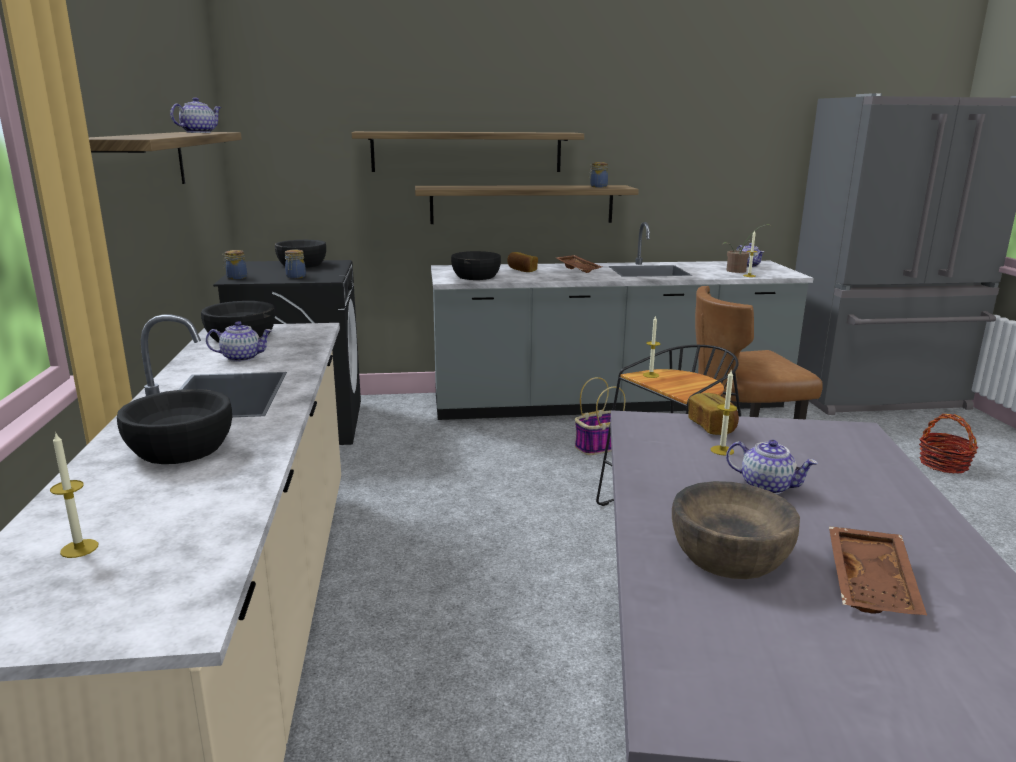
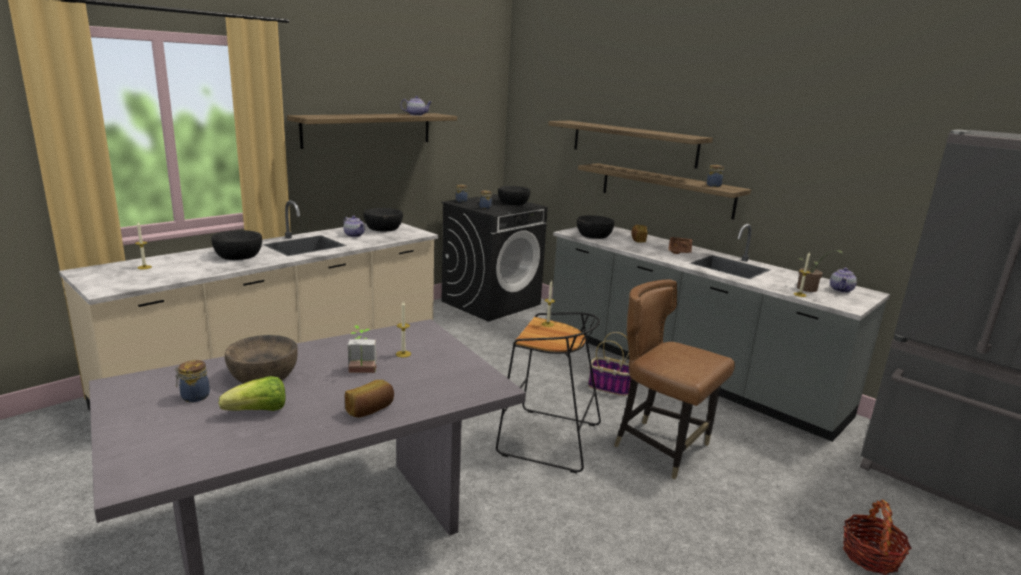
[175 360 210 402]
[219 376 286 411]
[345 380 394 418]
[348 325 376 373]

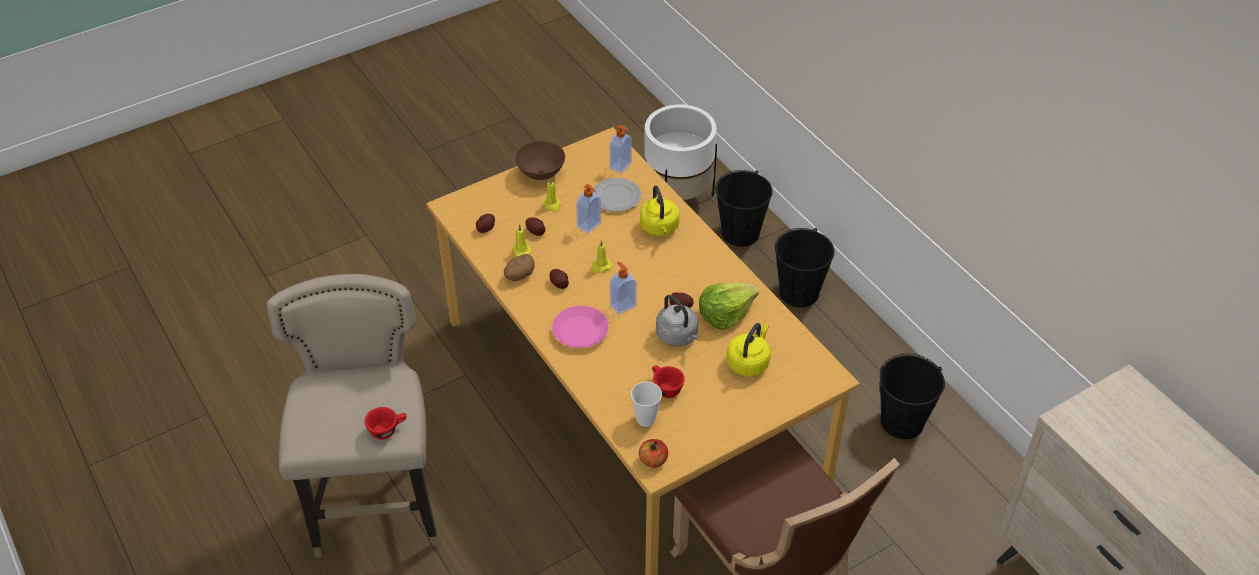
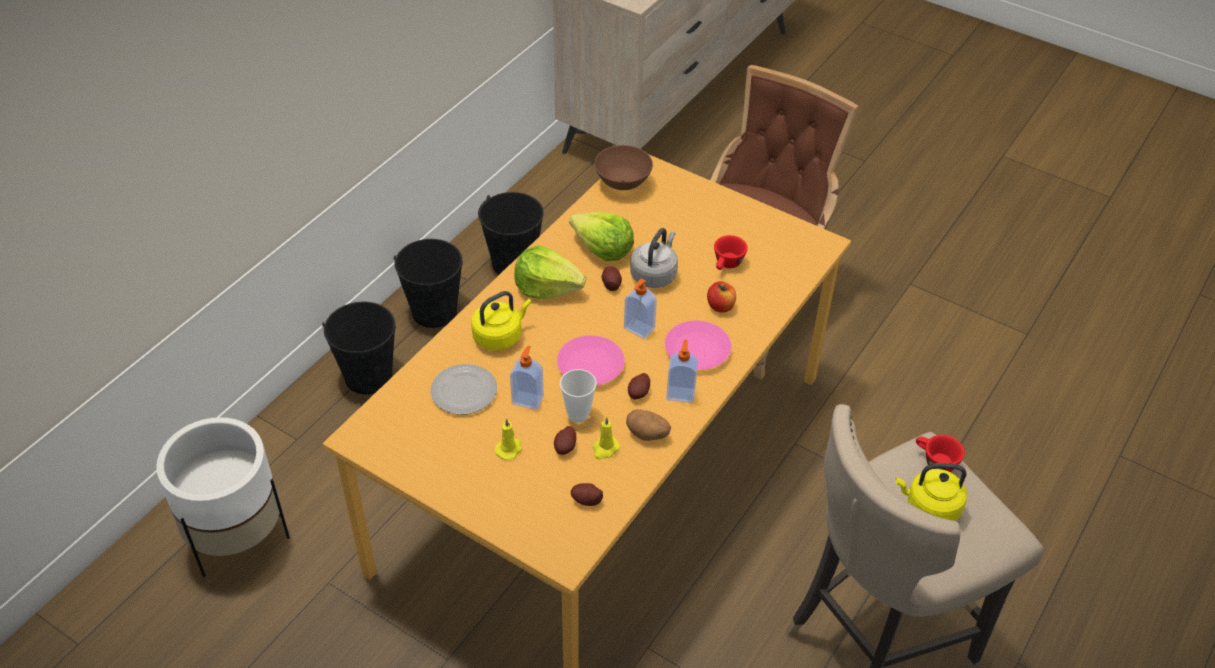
[394 239 463 328]
[514 245 586 299]
[557 335 625 385]
[560 369 597 423]
[594 145 653 190]
[666 340 698 403]
[707 281 736 313]
[896 463 967 521]

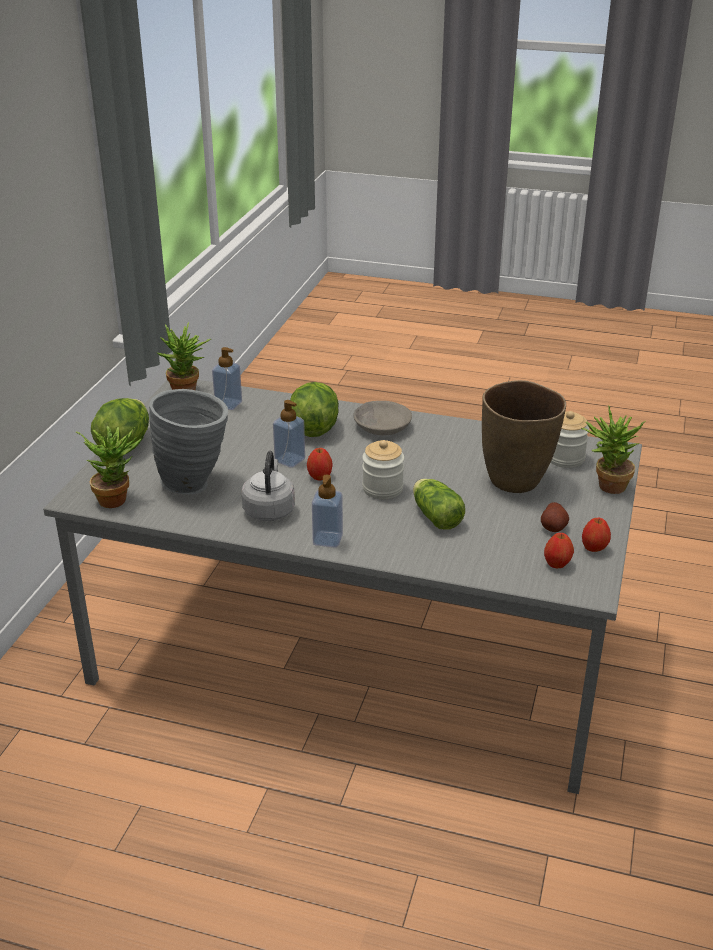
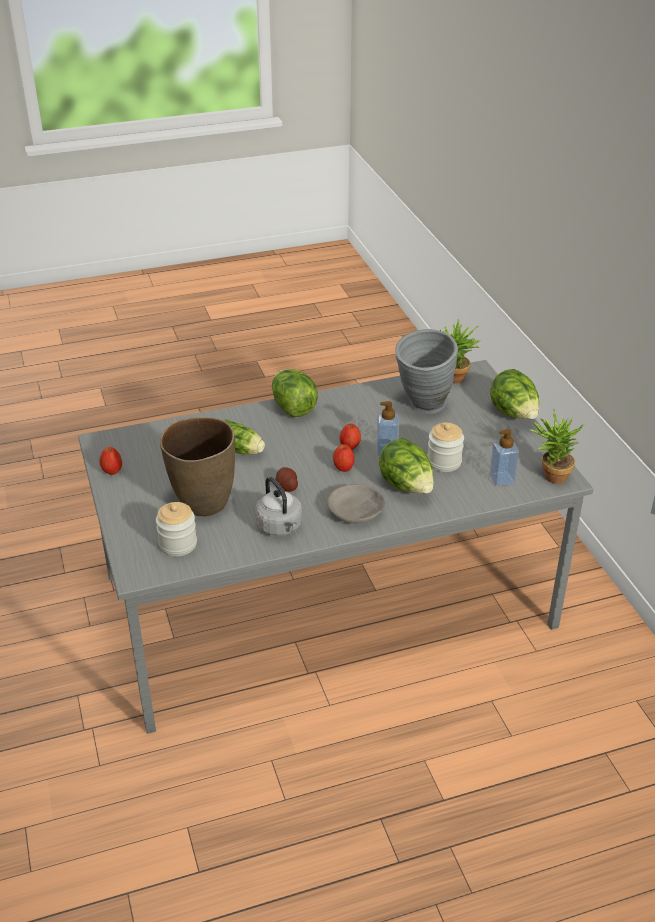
[255 477 302 536]
[272 369 318 417]
[276 467 298 492]
[333 444 355 472]
[427 422 464 472]
[582 406 645 494] (first image)

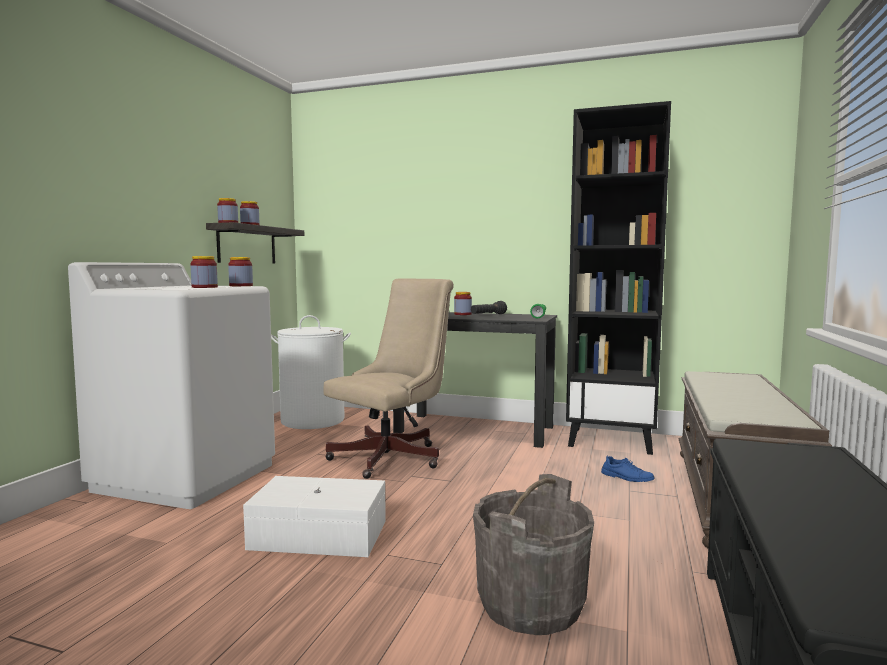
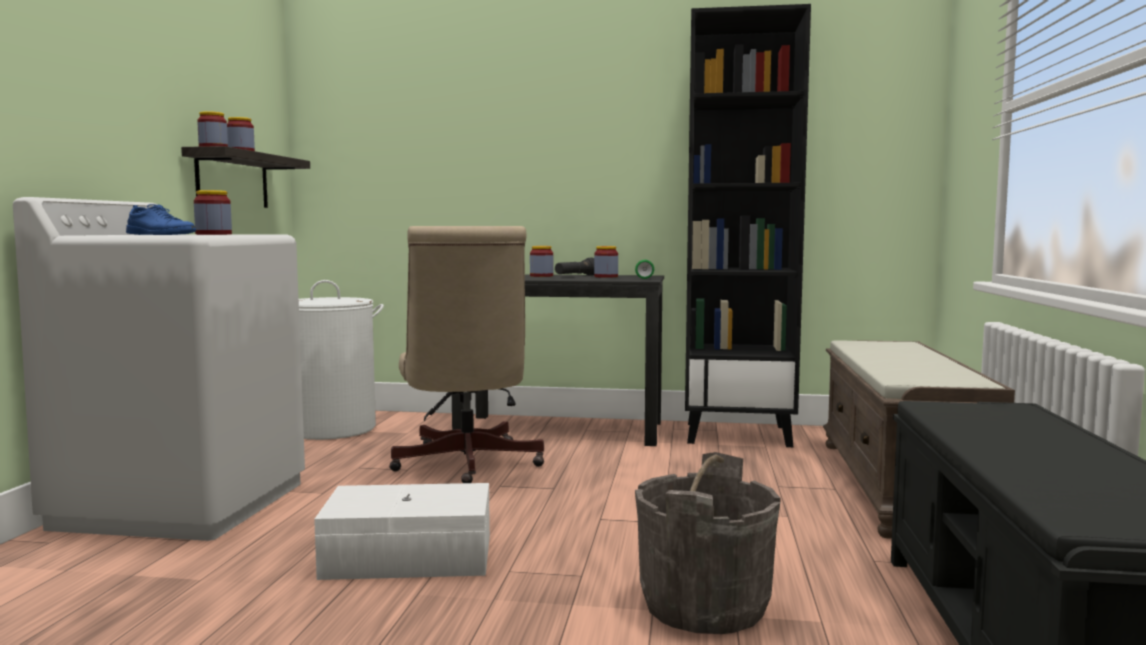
[126 204 196 235]
[389 226 544 483]
[594 246 618 278]

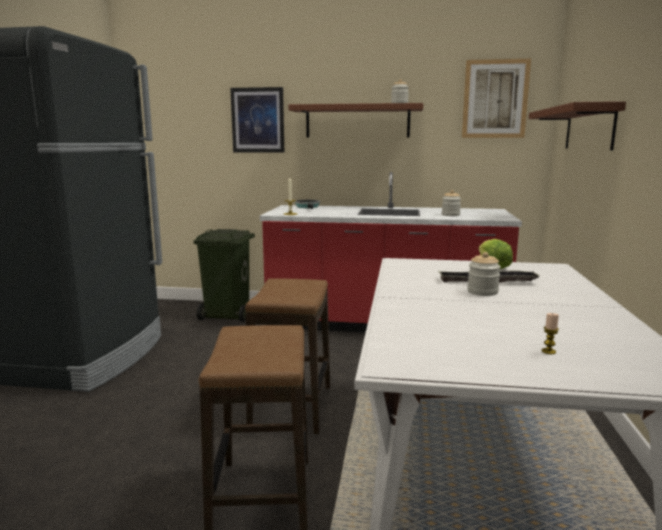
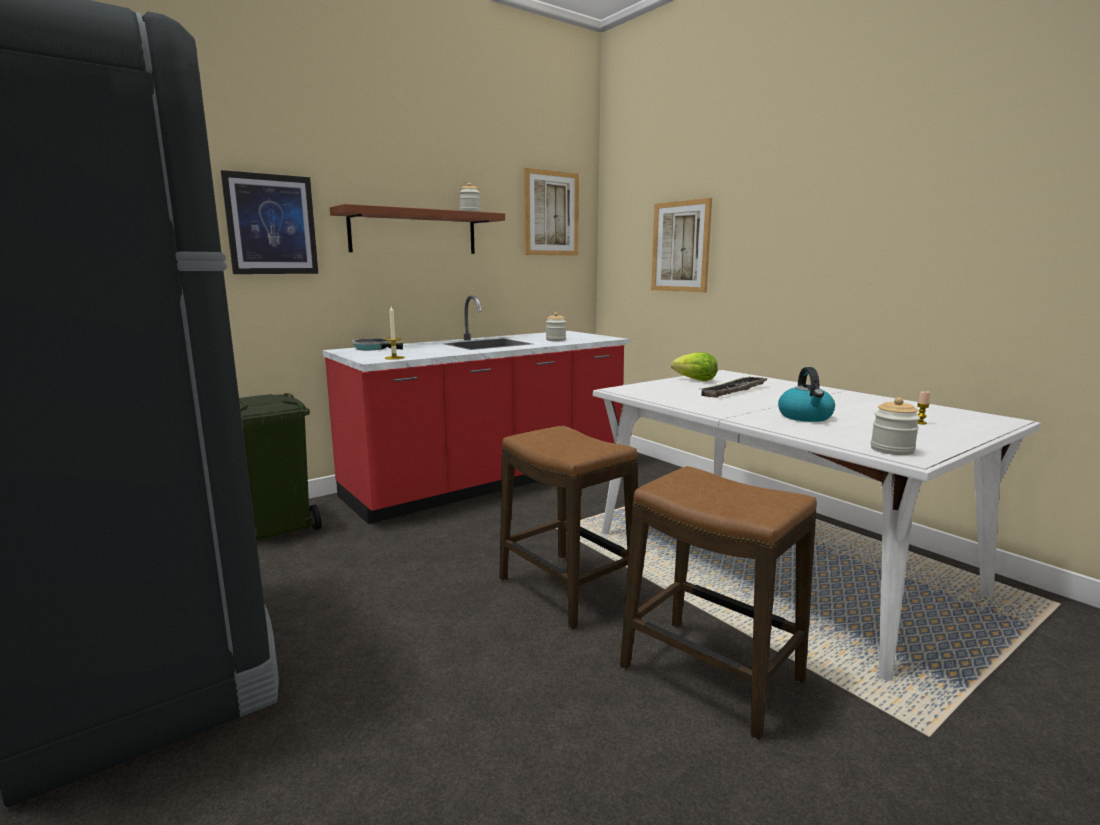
[651 198 712 293]
[778 367 835 422]
[870 397 920 455]

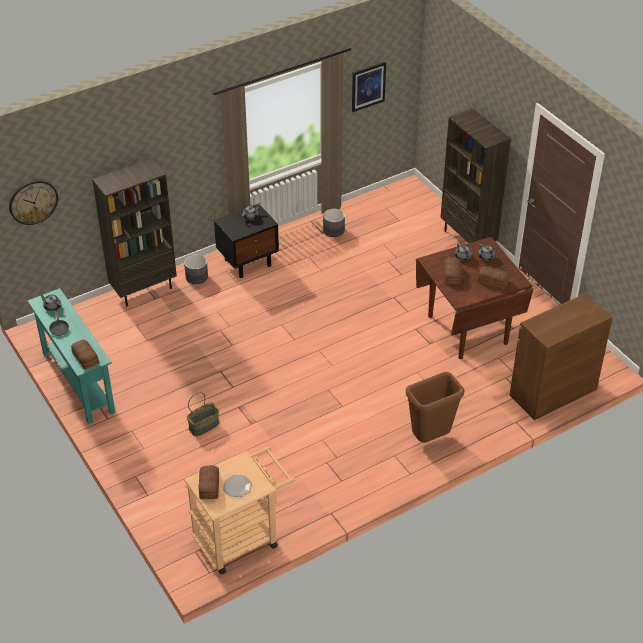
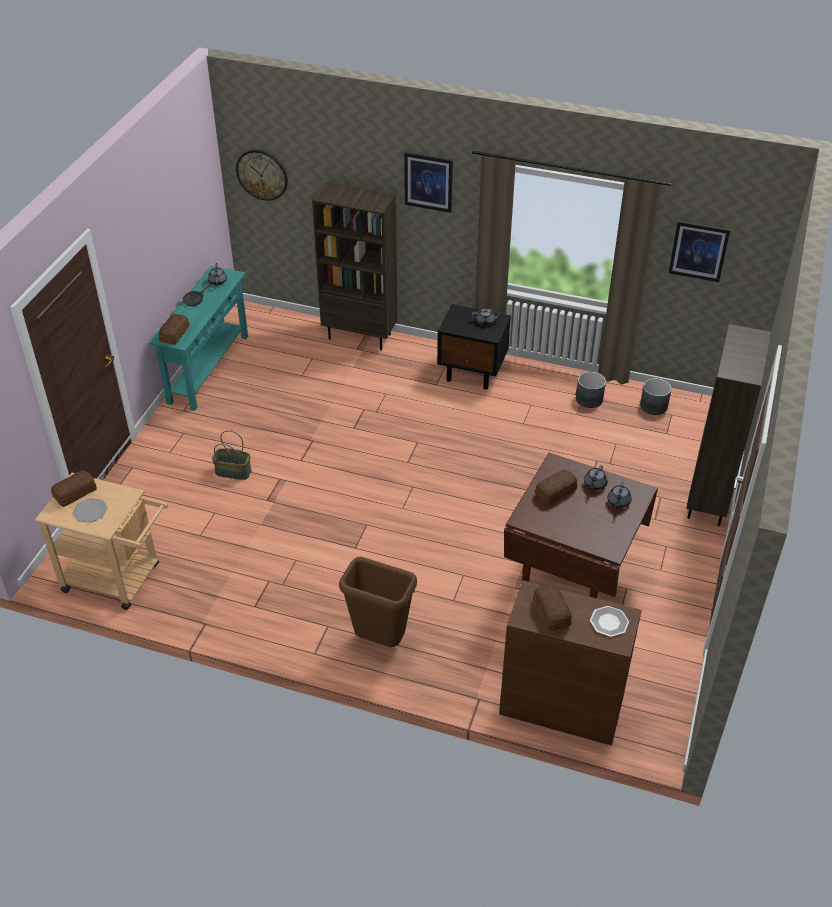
[404 152 453 213]
[533 584 572 631]
[590 606 629 637]
[640 378 672 415]

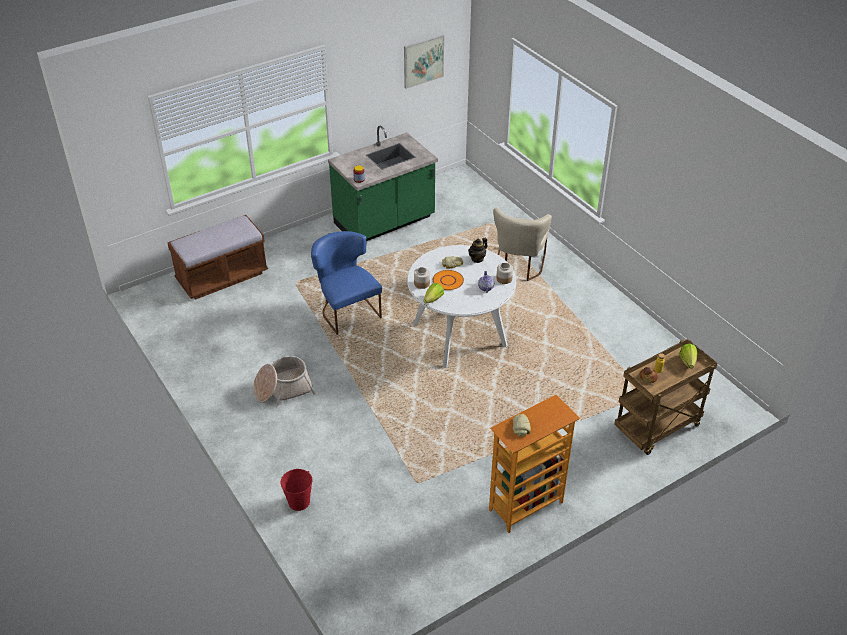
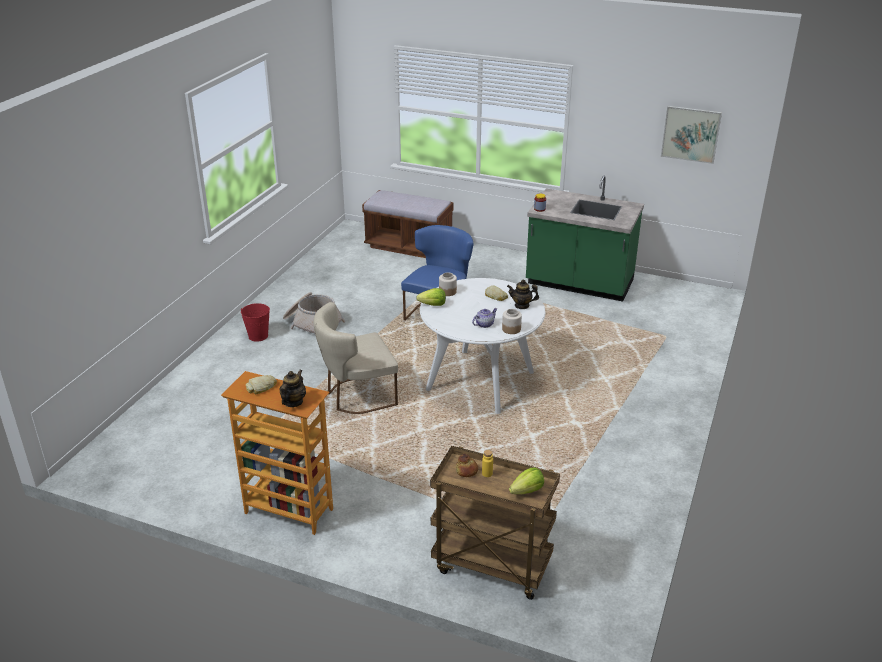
[241 303 270 342]
[280 370 306 407]
[314 302 398 414]
[433 270 464 290] (first image)

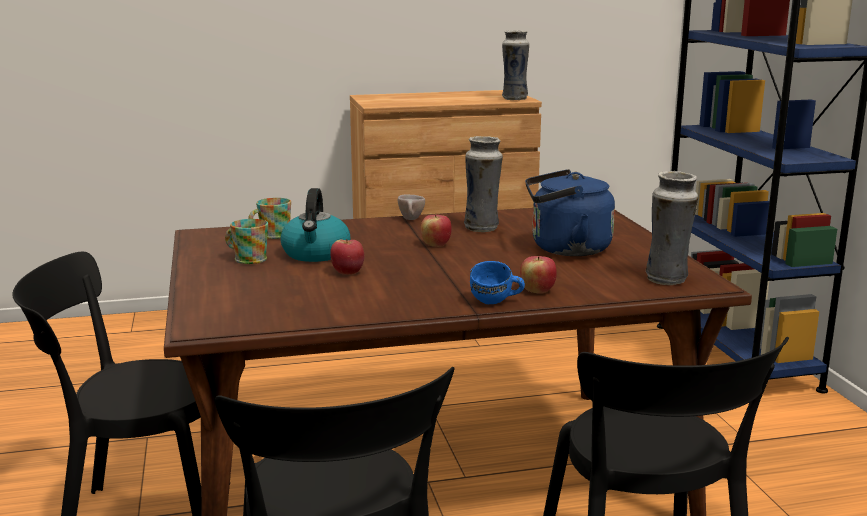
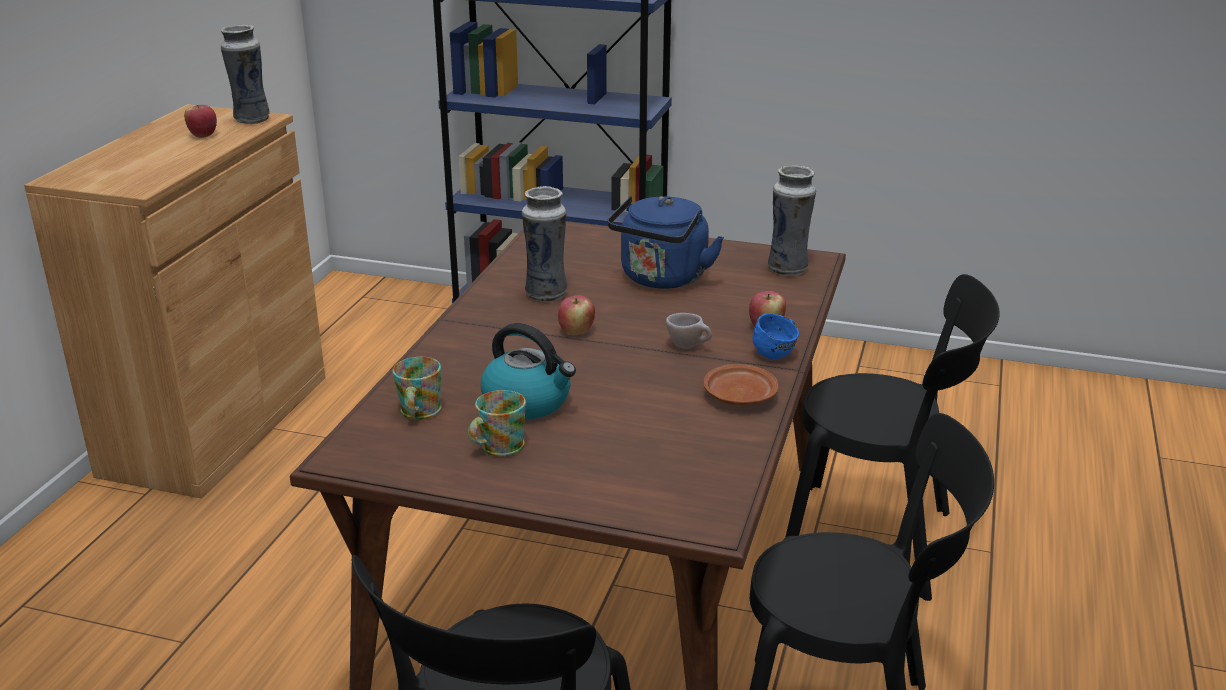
[184 105 217 138]
[666 313 712 349]
[703 364 779 405]

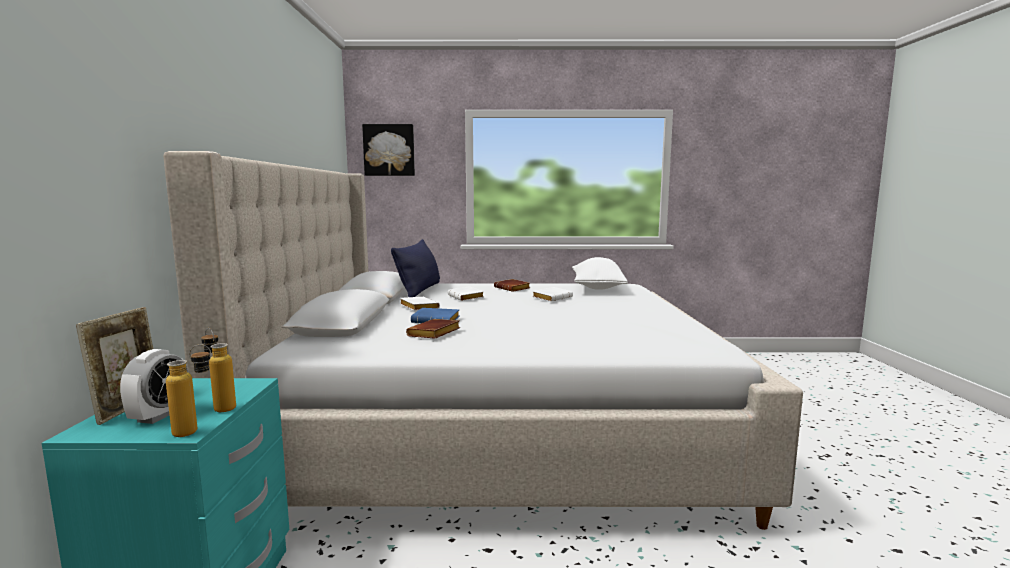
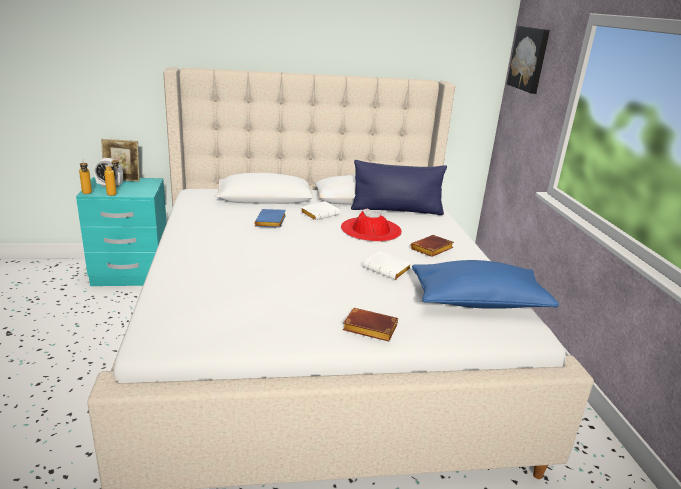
[341 209 402 242]
[343 308 398 342]
[412 260 559 308]

